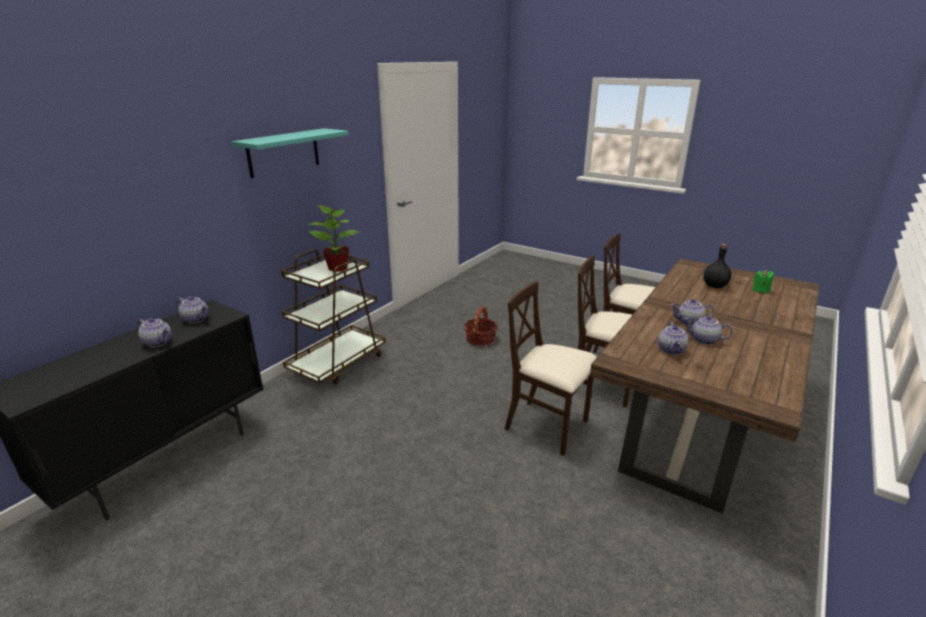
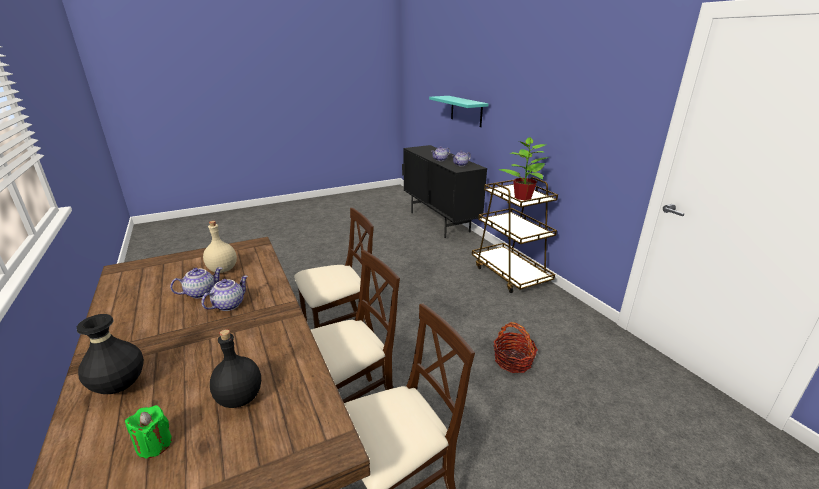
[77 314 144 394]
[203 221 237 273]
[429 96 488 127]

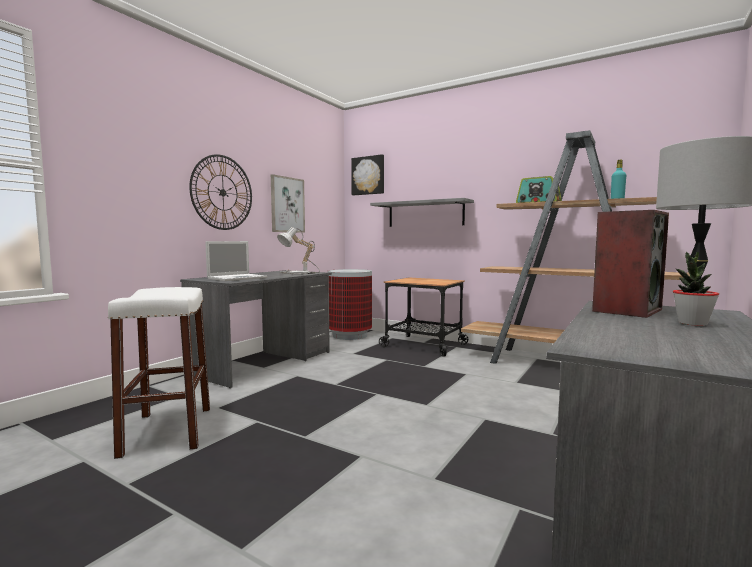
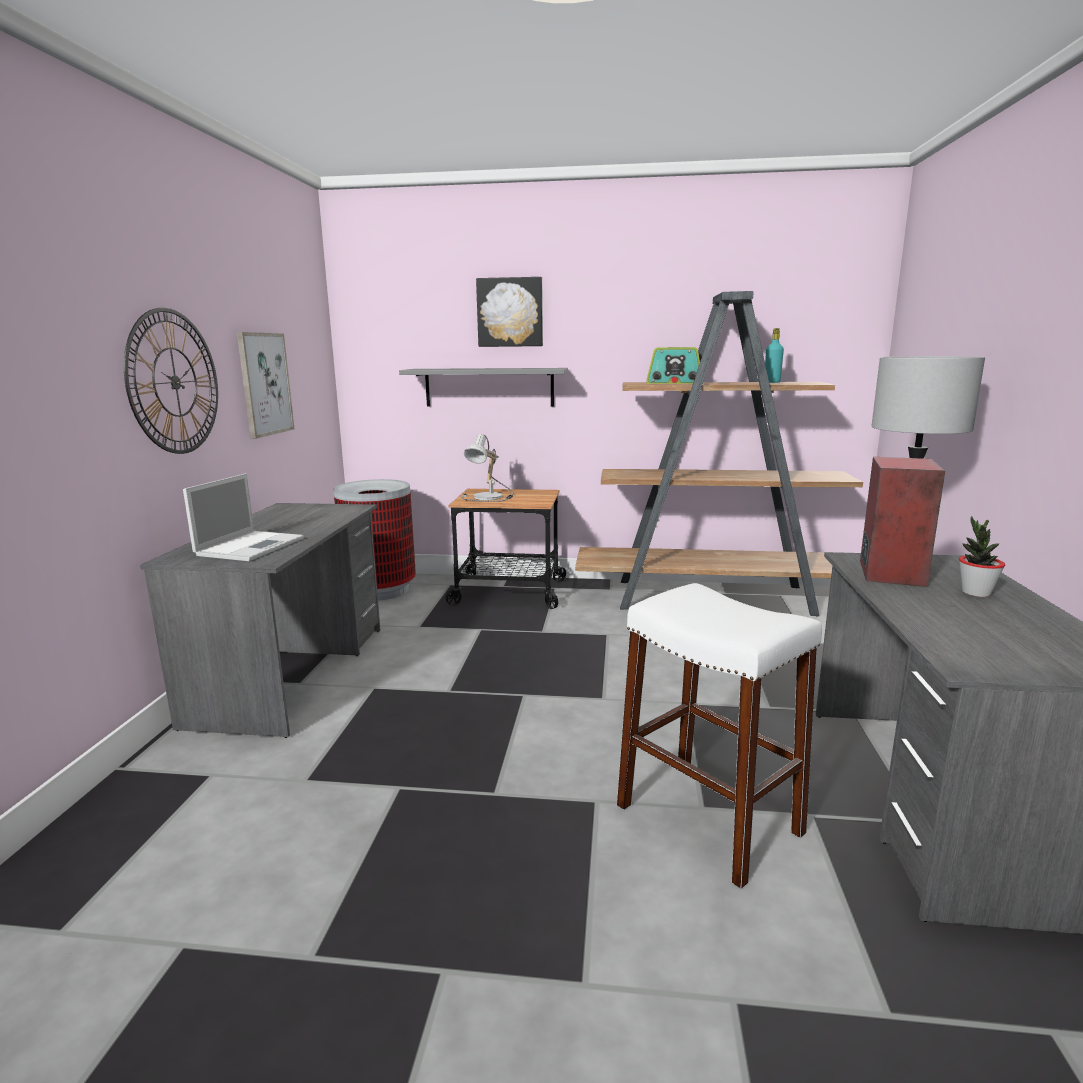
[461 434 514 502]
[476 277 543 347]
[617 583 822 889]

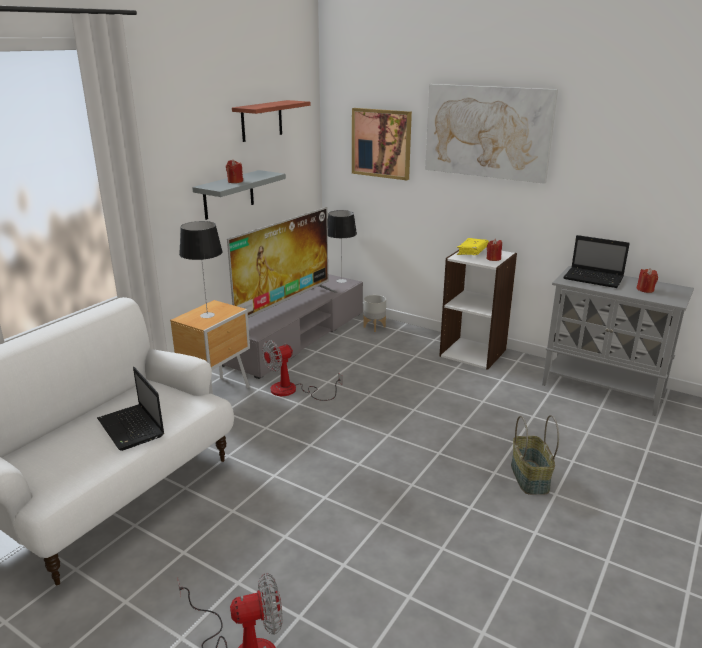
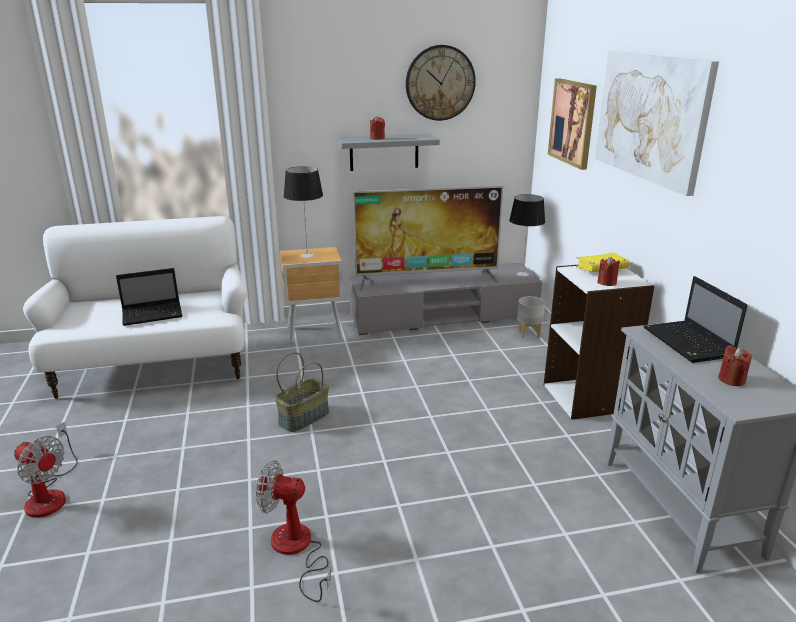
[116 268 182 326]
[256 460 331 602]
[275 352 329 432]
[406 45 476 121]

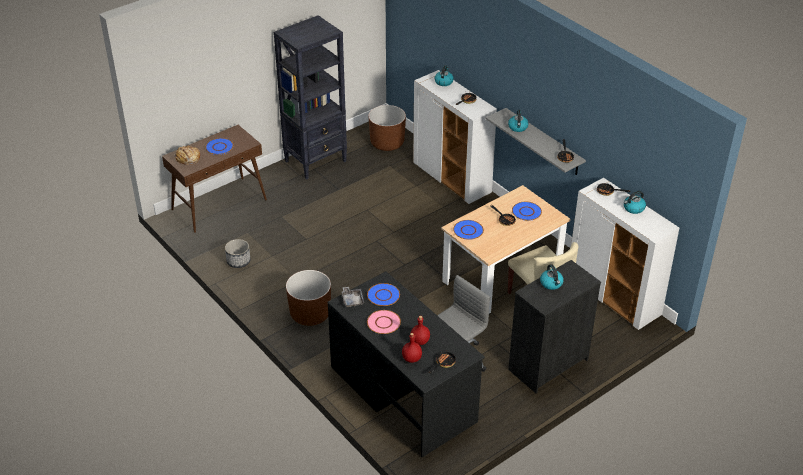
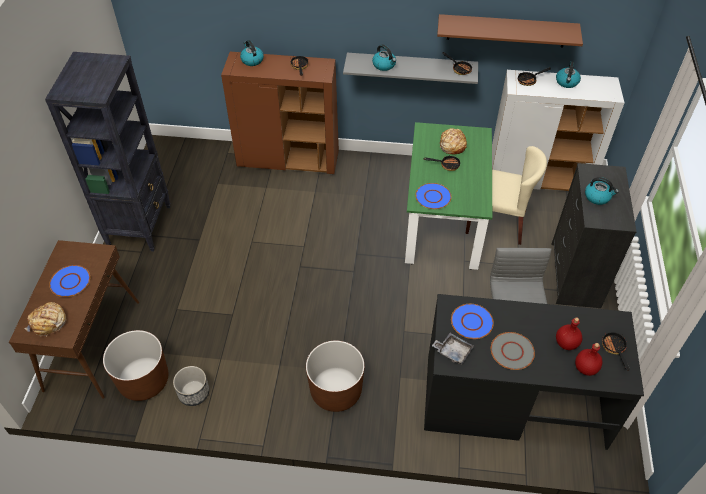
[103 330 168 401]
[221 52 339 174]
[405 122 492 270]
[437 14 583 47]
[439 128 467 154]
[491 332 535 370]

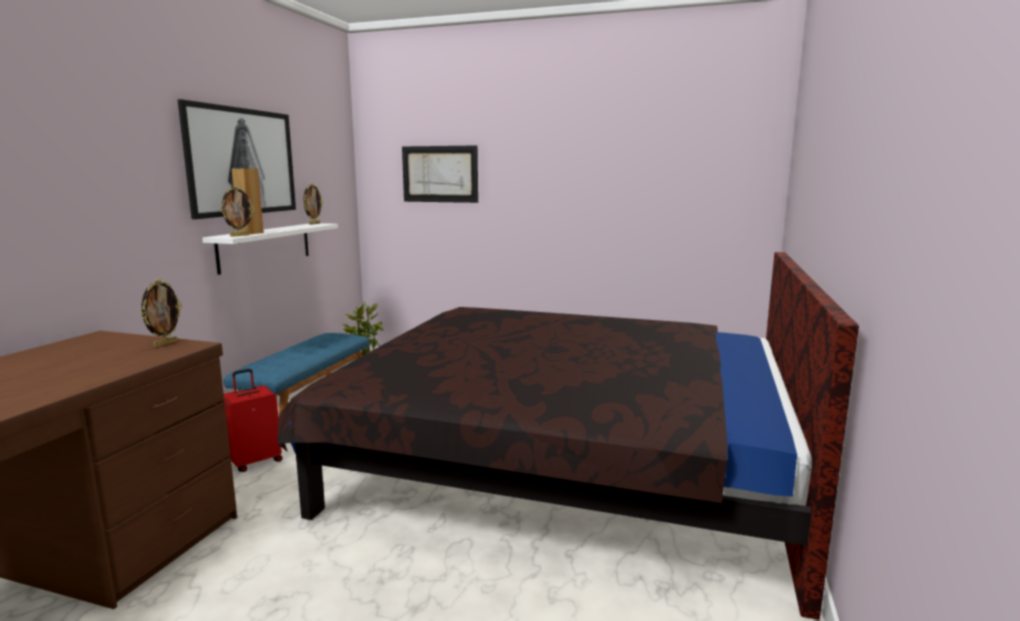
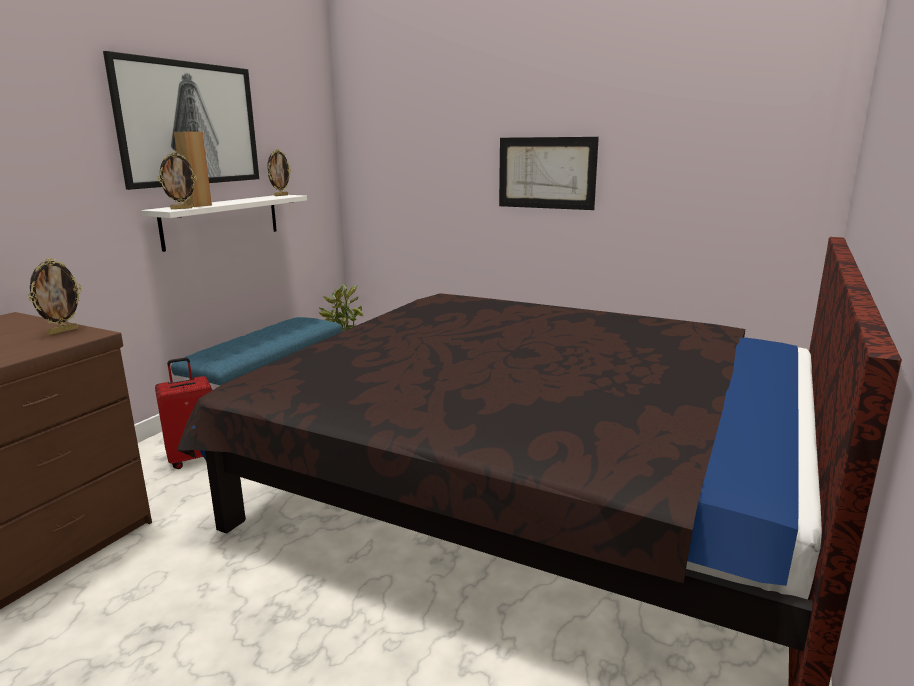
[499 137 599 210]

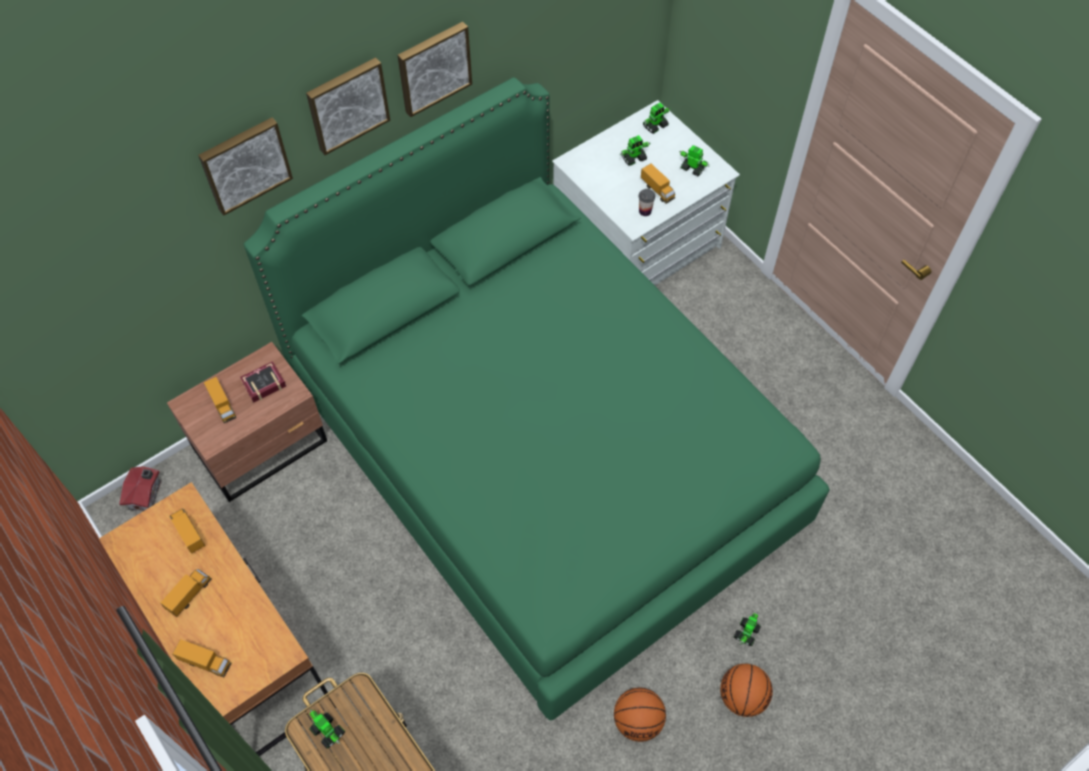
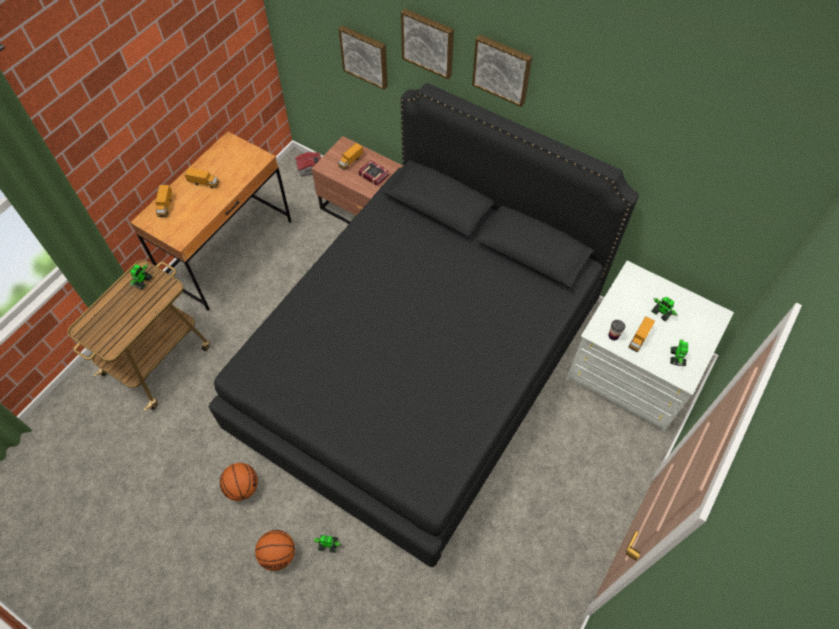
[209 83 639 567]
[339 25 388 90]
[170 509 205 554] (first image)
[643 102 670 134] (first image)

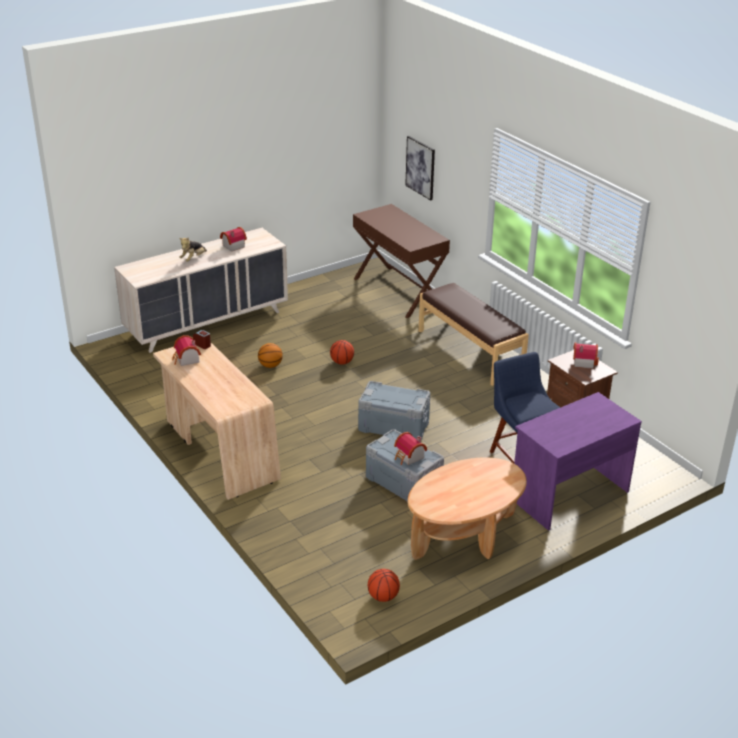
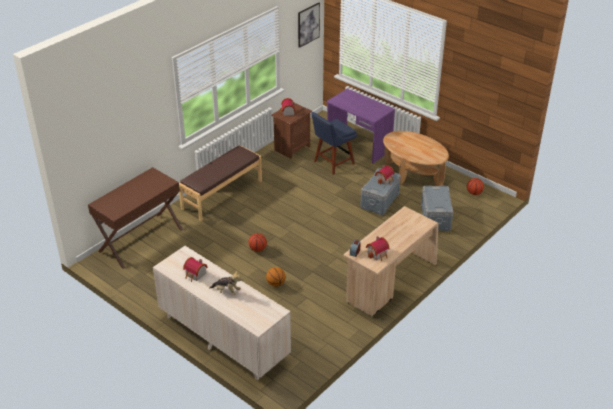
[298 2 320 48]
[421 186 453 231]

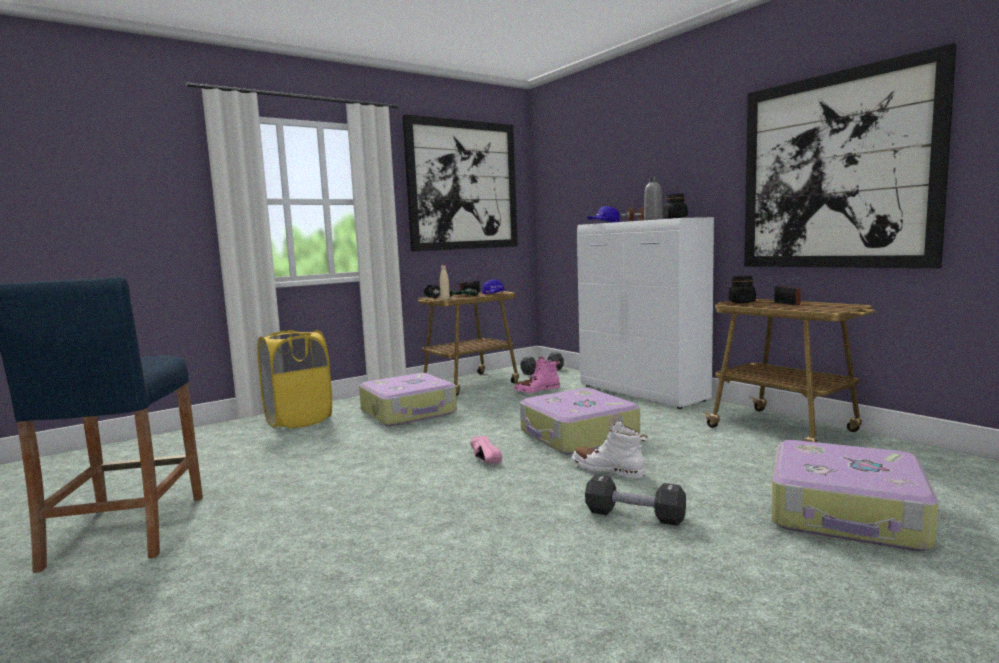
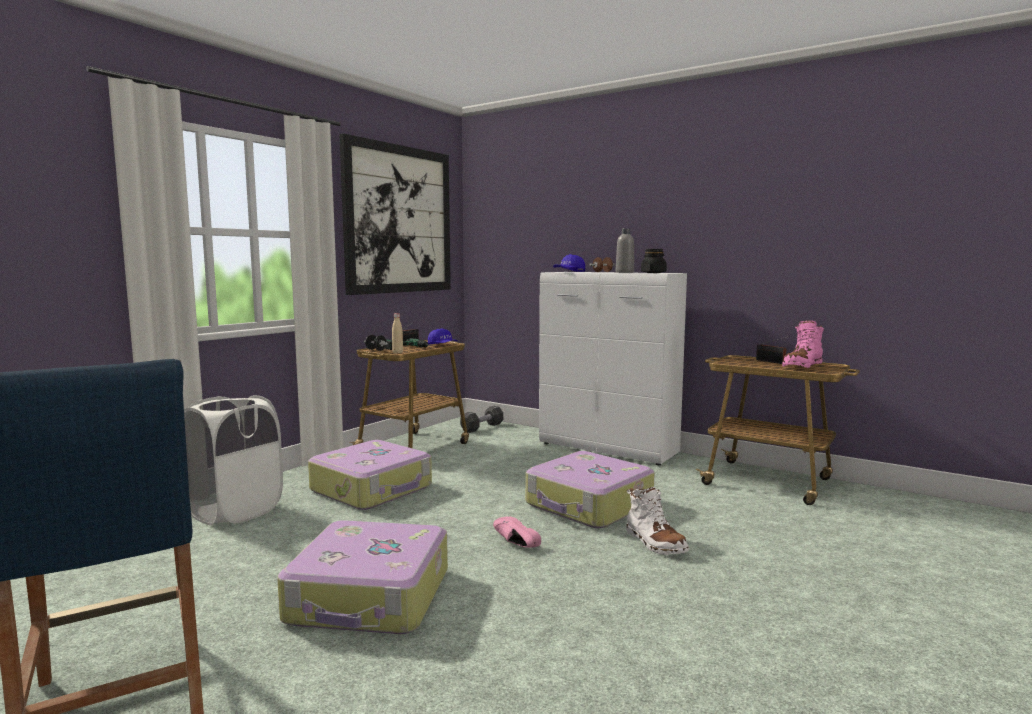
[184 395 283 525]
[277 520 448 634]
[626 487 689 555]
[782 320 824 368]
[585 475 686 526] (first image)
[729 276 756 303] (first image)
[744 43 957 268] (first image)

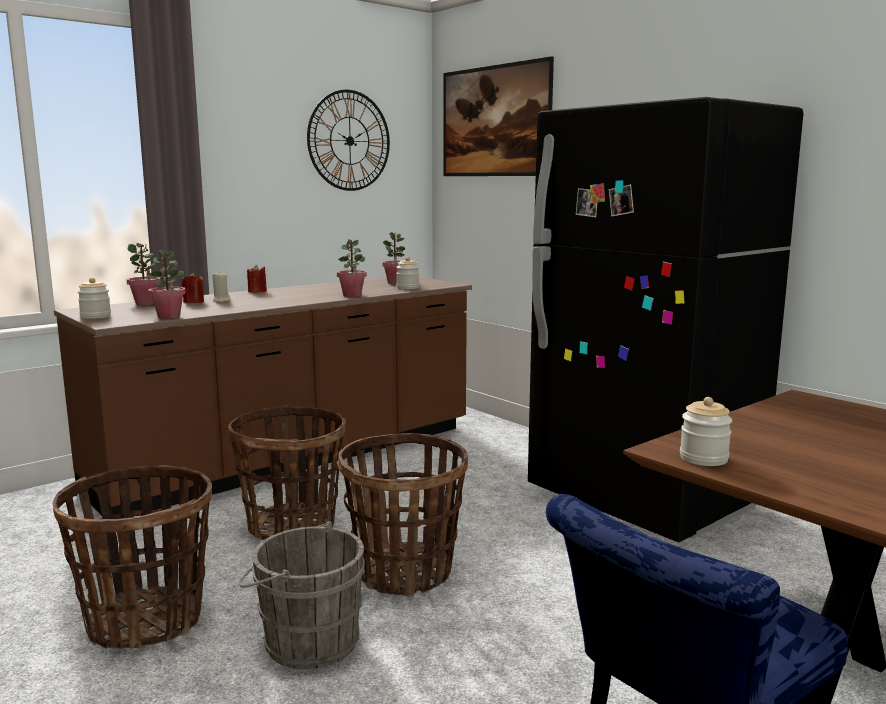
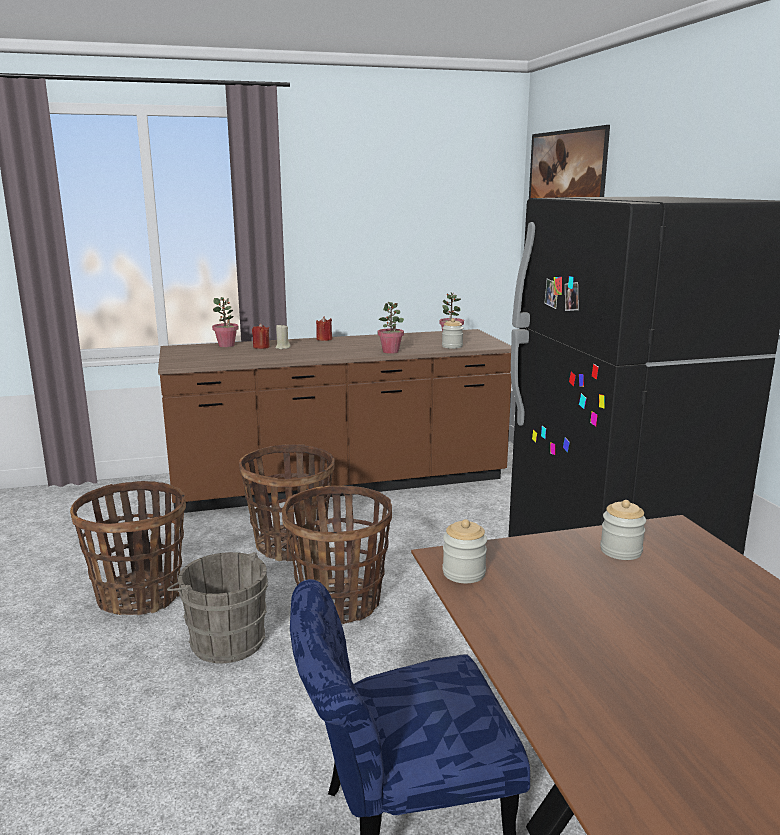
[600 500 646 560]
[148 250 186 319] (first image)
[307 90 390 191] (first image)

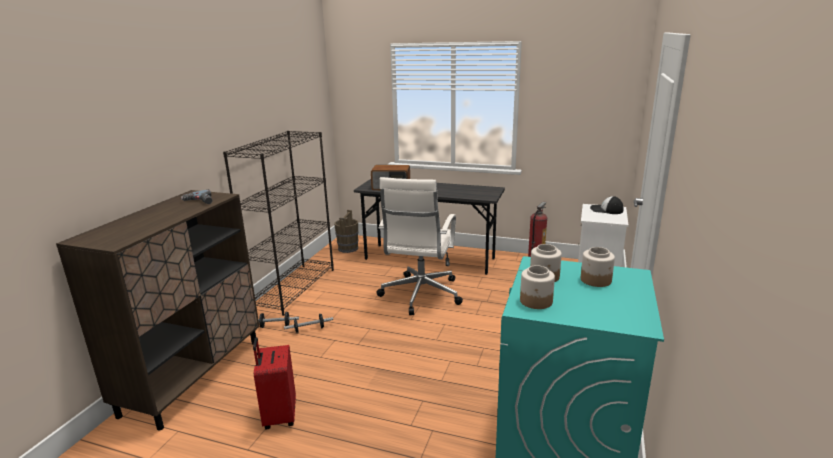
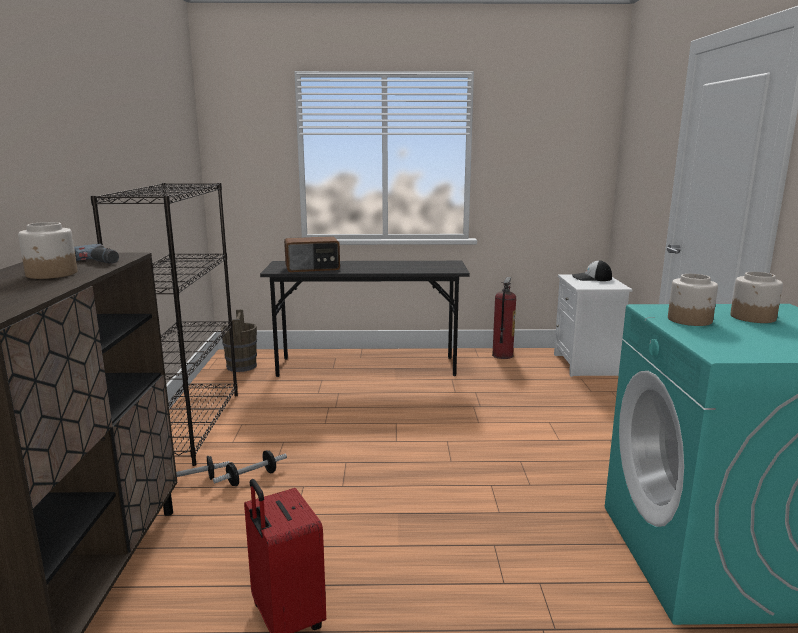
[18 222 77 279]
[376 177 463 315] (first image)

